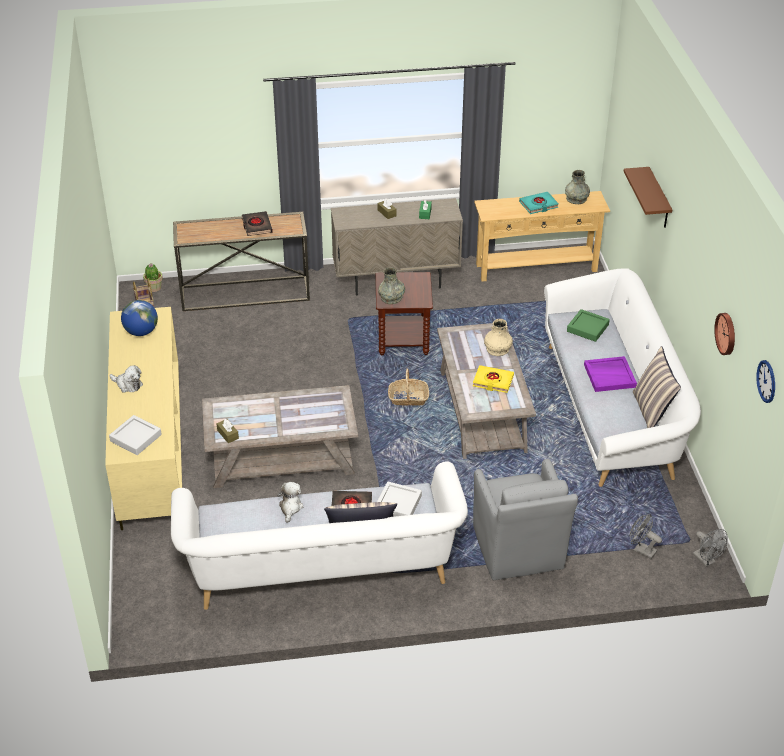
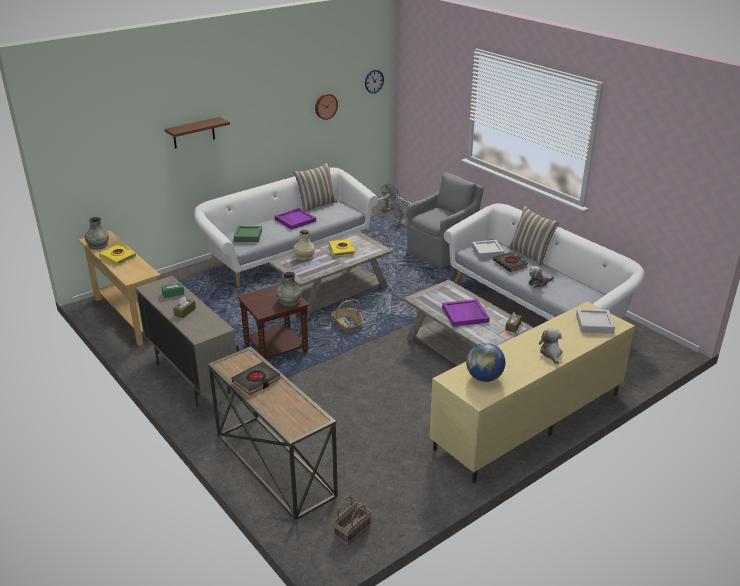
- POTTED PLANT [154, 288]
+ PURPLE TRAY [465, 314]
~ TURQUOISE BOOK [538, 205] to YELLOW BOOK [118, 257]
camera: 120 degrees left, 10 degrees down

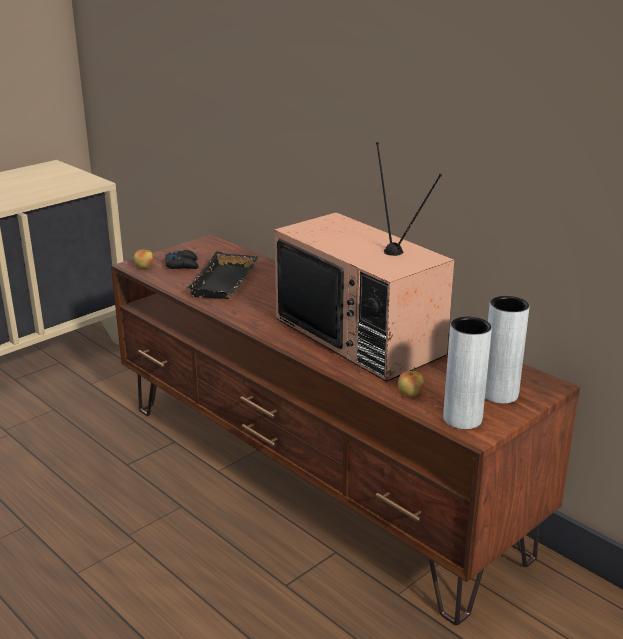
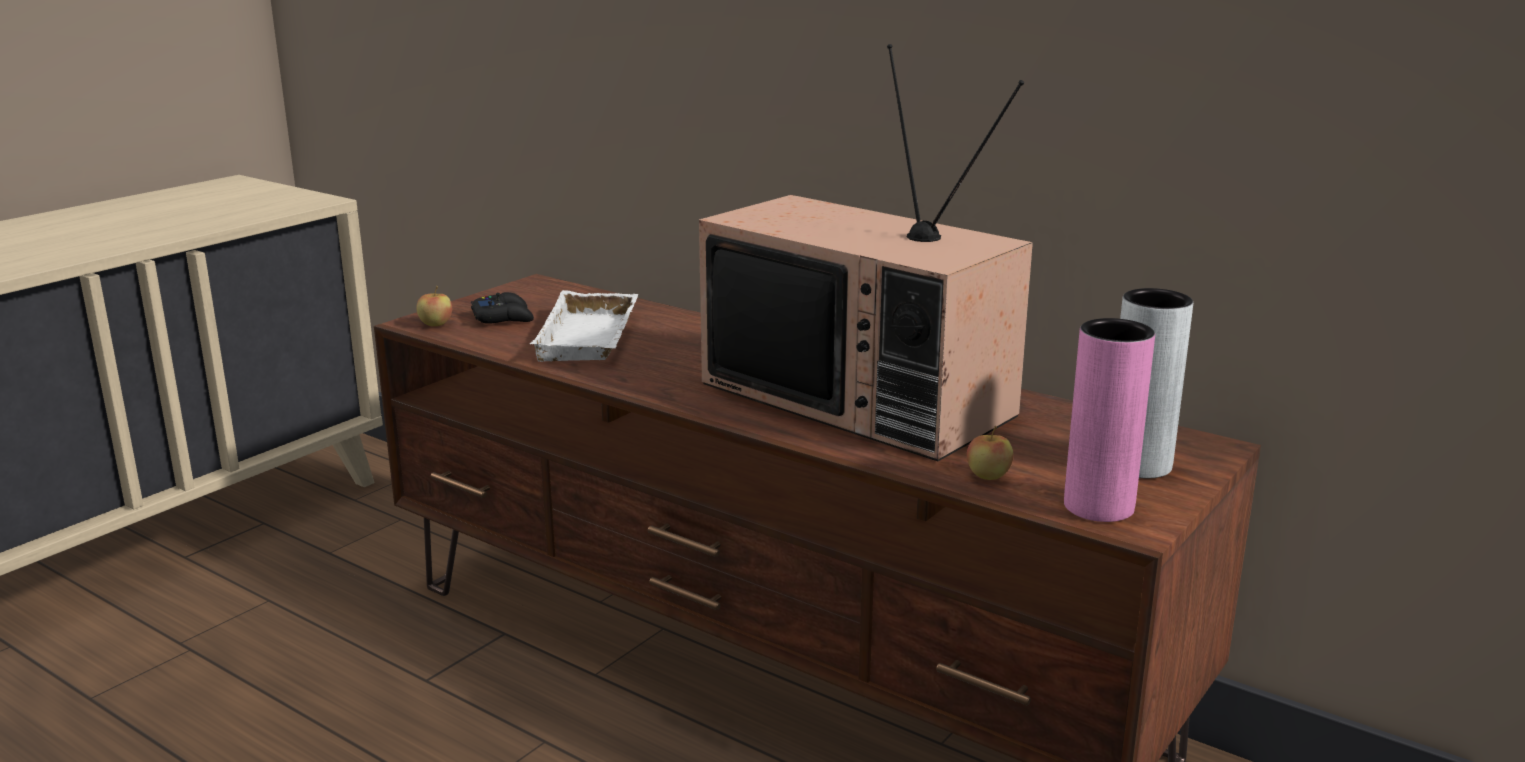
~ BLACK TRAY [226, 283] to WHITE TRAY [592, 338]
~ GREY VASE [462, 419] to PINK VASE [1098, 507]
camera: 10 degrees left, 5 degrees down

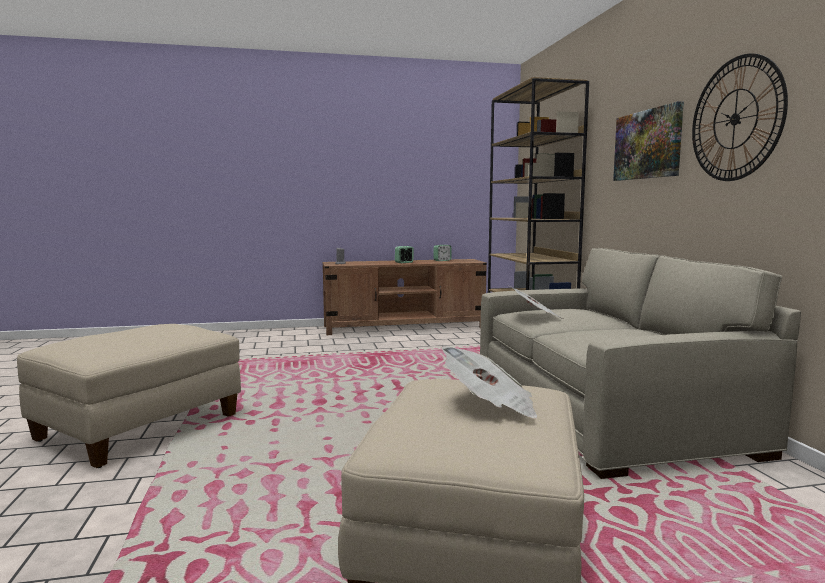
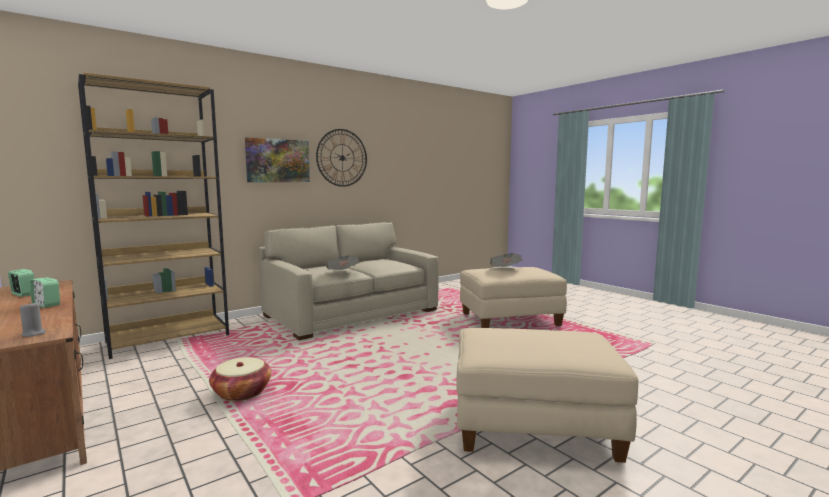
+ BASKET [242, 392]
camera: 115 degrees left, 0 degrees up

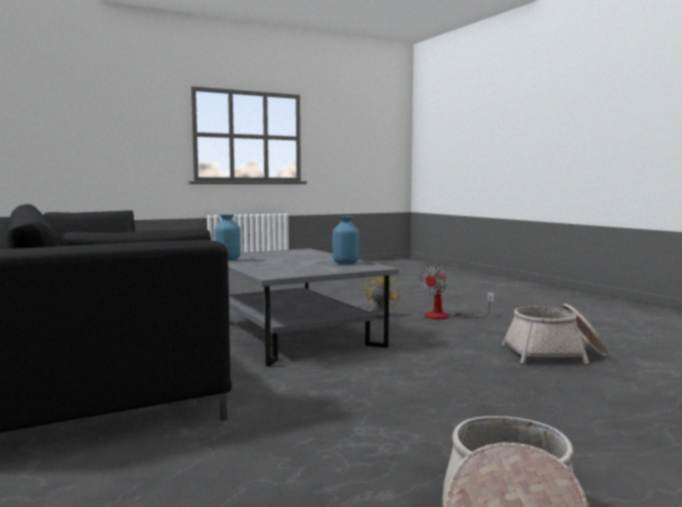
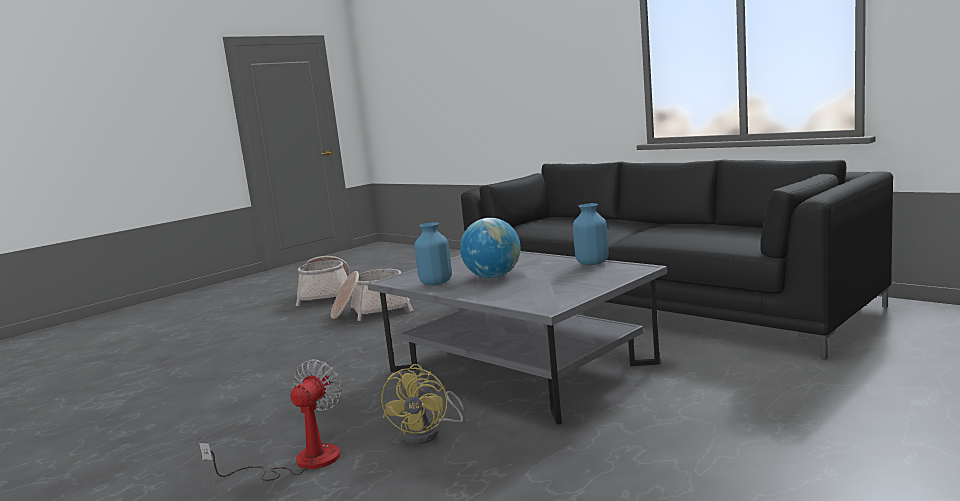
+ GLOBE [493, 277]
~ BASKET [555, 354] to [371, 311]
camera: 165 degrees right, 5 degrees up

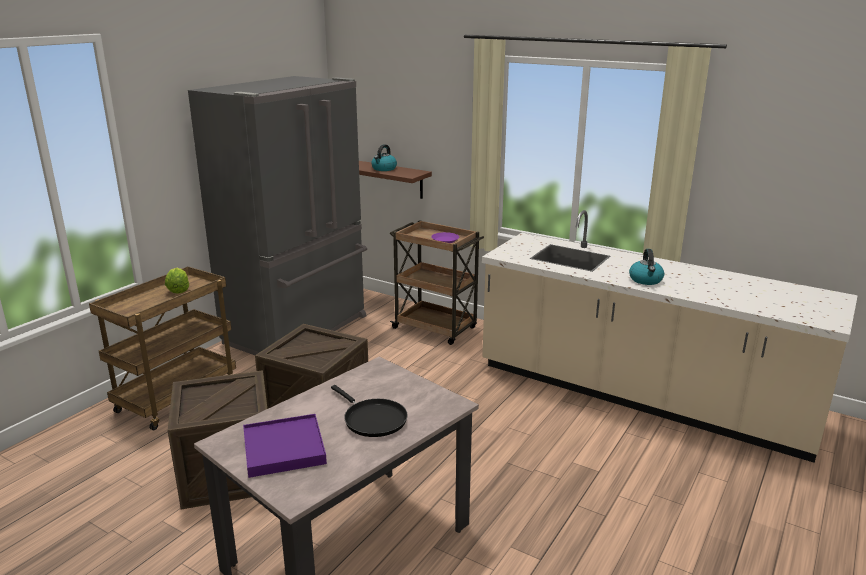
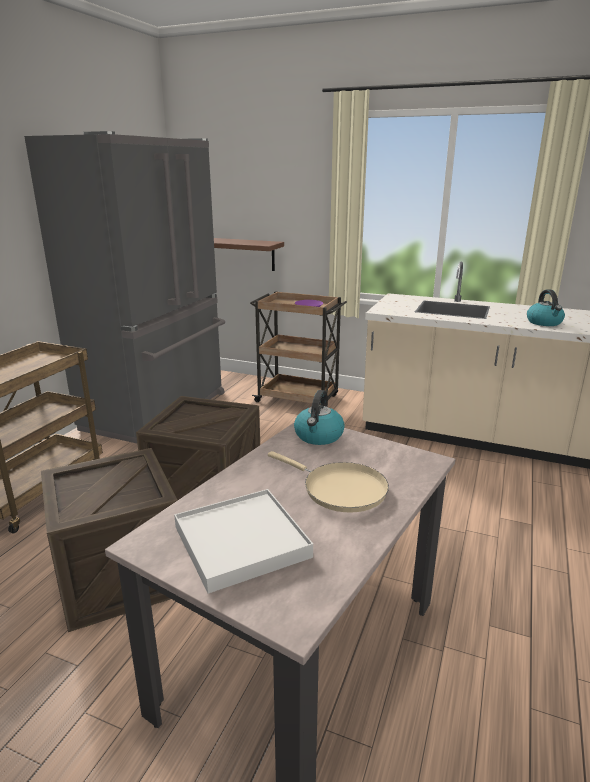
- LETTUCE [178, 290]
~ KETTLE [384, 169] to [319, 436]
~ PURPLE TRAY [284, 449] to WHITE TRAY [241, 542]
~ BLACK FRYING PAN [372, 419] to BEIGE FRYING PAN [339, 489]
camera: 10 degrees left, 0 degrees up

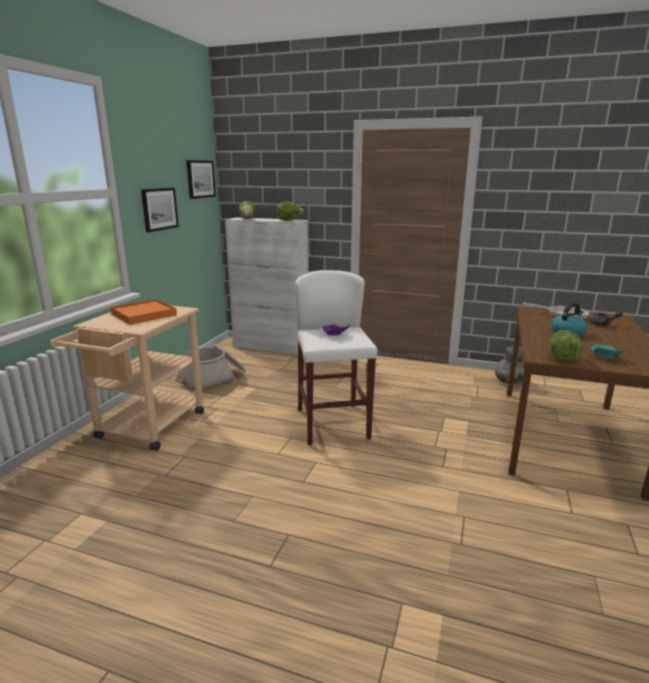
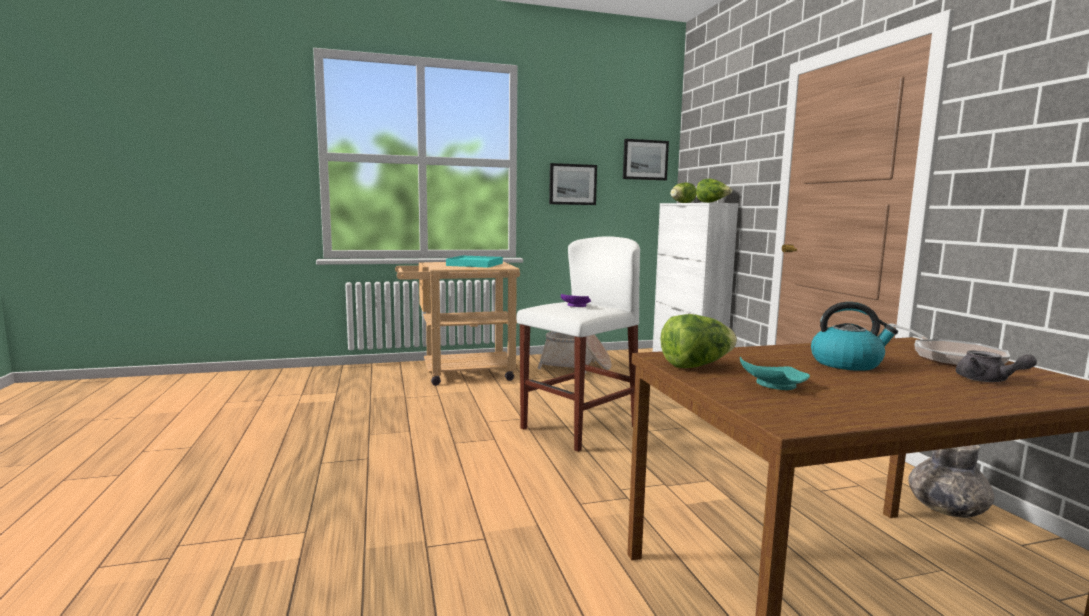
~ ORANGE TRAY [143, 314] to TURQUOISE TRAY [474, 264]
camera: 55 degrees right, 10 degrees down

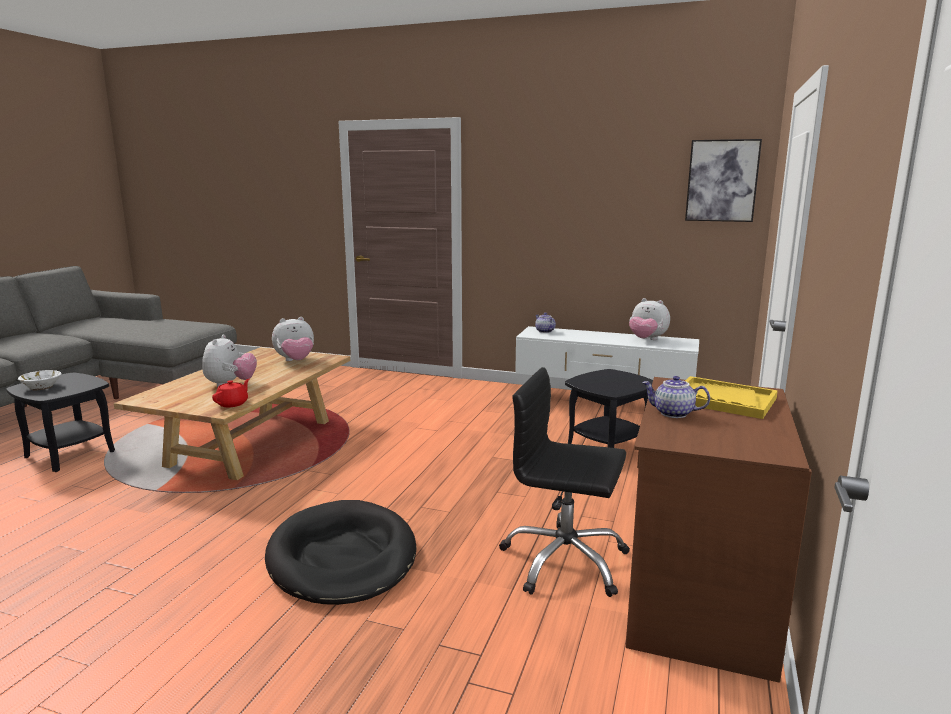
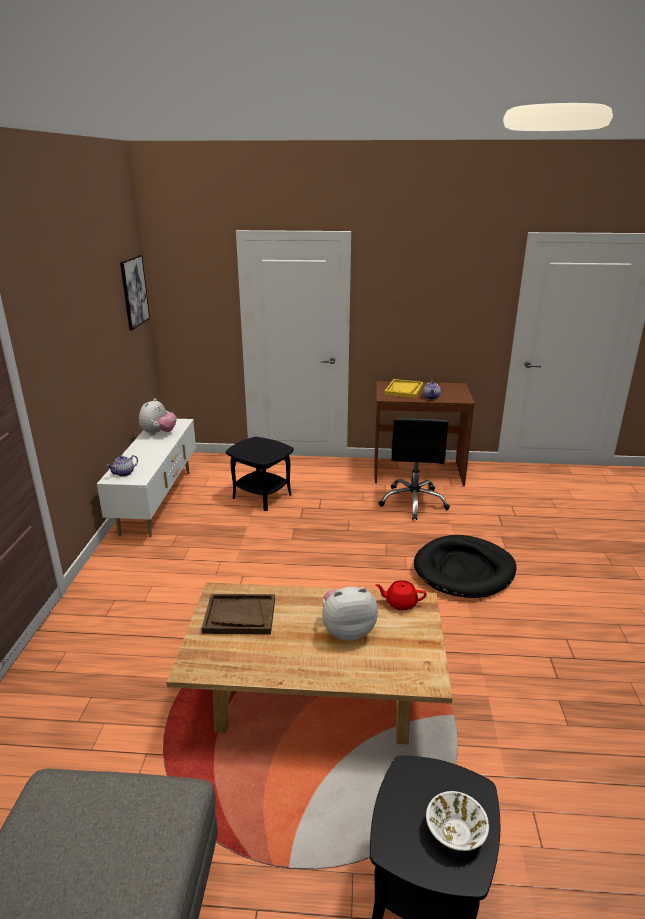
~ PLUSH TOY [295, 361] to BROWN TRAY [239, 616]
camera: 105 degrees left, 10 degrees up

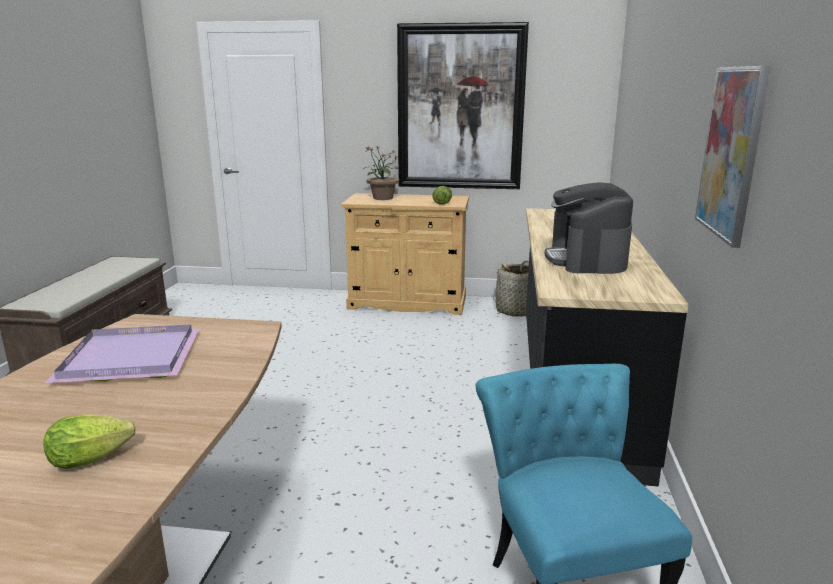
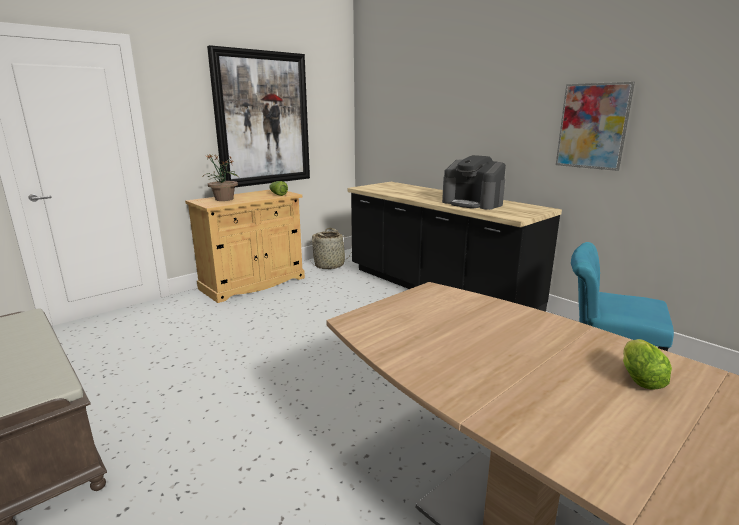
- PURPLE TRAY [128, 357]
camera: 50 degrees left, 0 degrees up

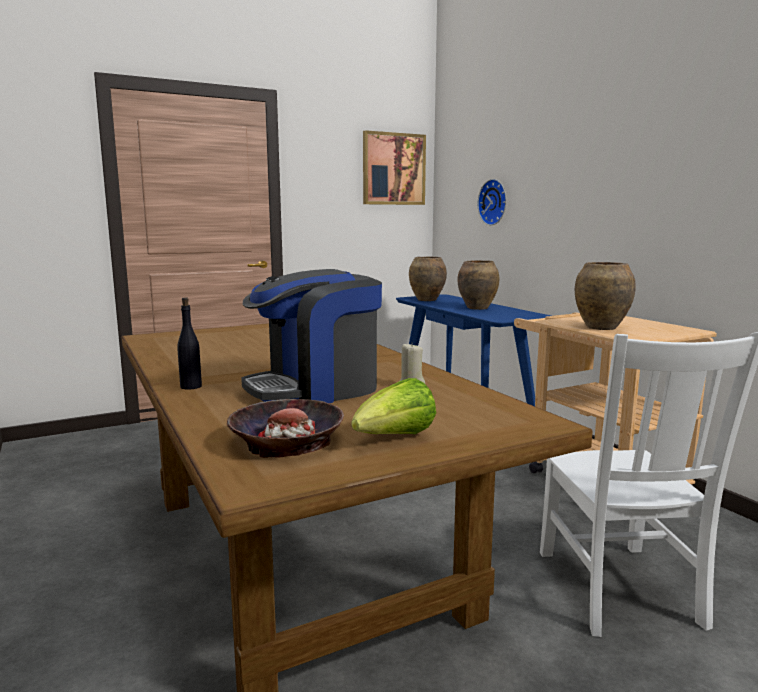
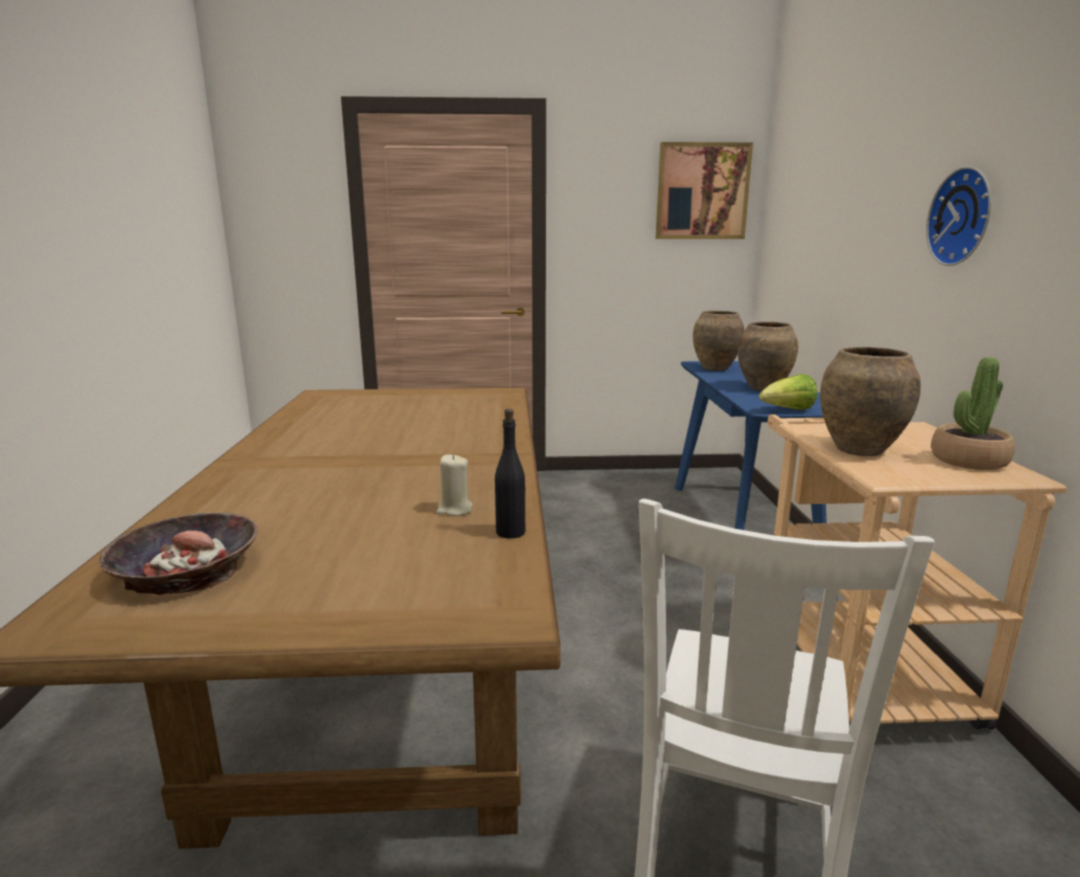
- COFFEE MACHINE [316, 388]
+ POTTED PLANT [968, 460]
~ BLACK BOTTLE [191, 386] to [511, 532]
~ LETTUCE [395, 438] to [787, 410]
~ WALL CLOCK [494, 202] to [964, 217]
camera: 25 degrees right, 5 degrees up

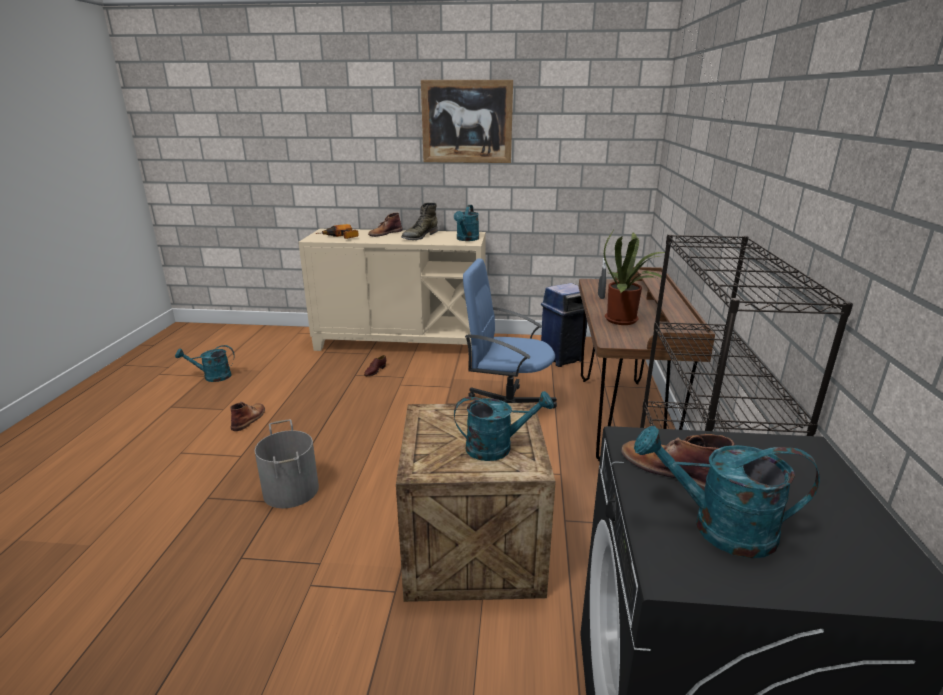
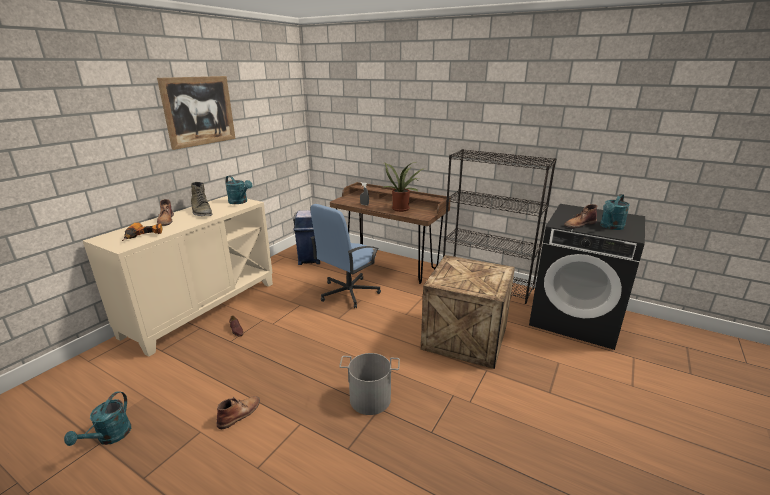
- TURQUOISE WATERING CAN [497, 447]
~ BROWN BOOT [249, 419] = [240, 413] 90 degrees clockwise
camera: 65 degrees left, 0 degrees up

